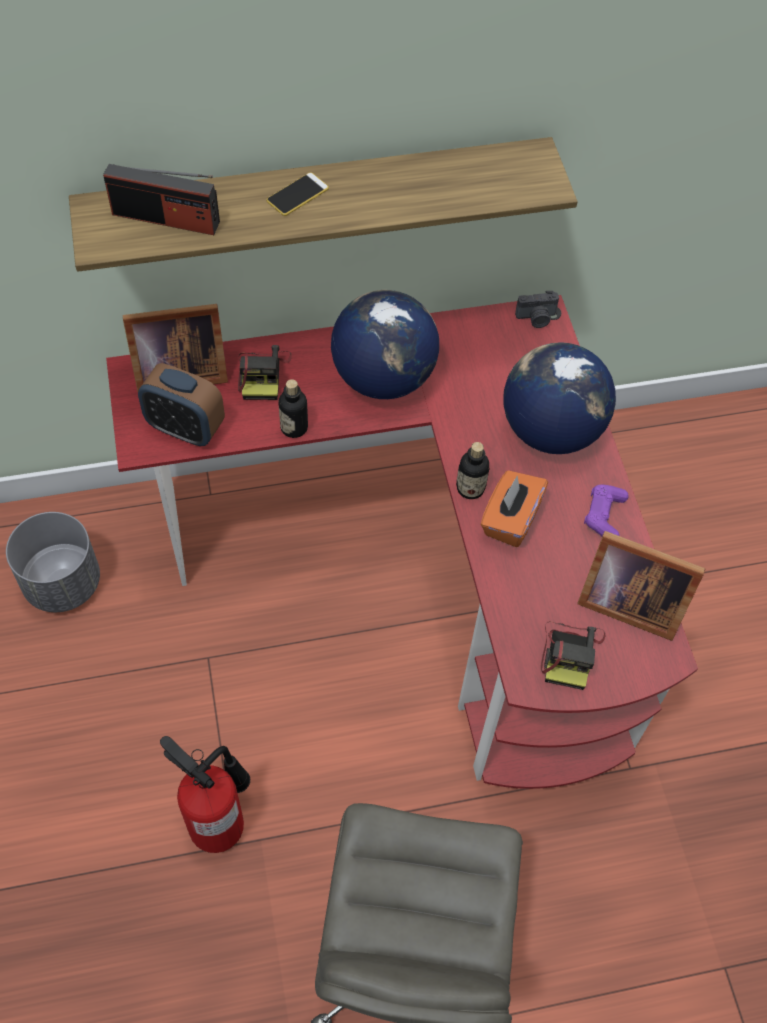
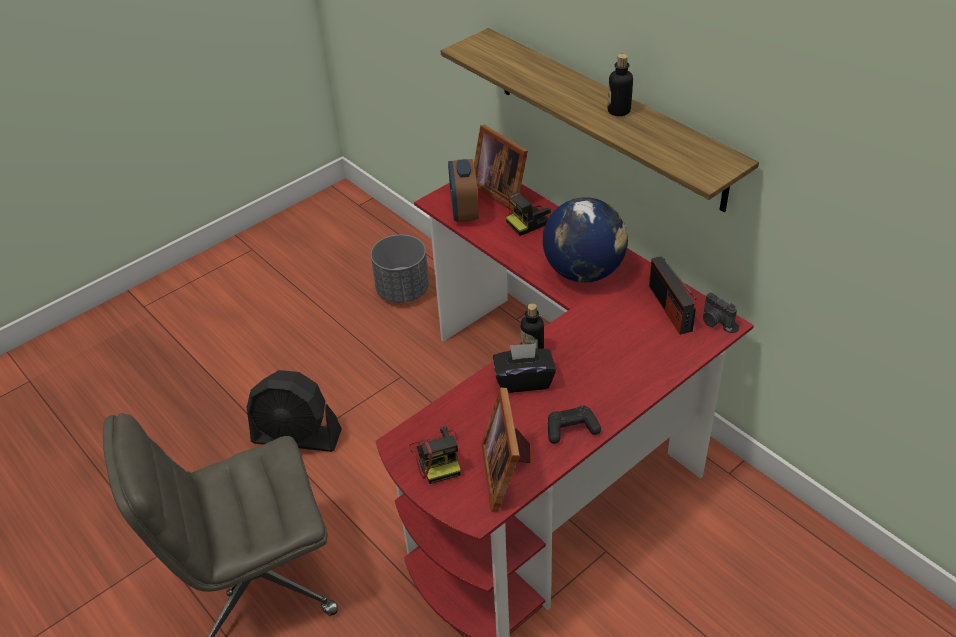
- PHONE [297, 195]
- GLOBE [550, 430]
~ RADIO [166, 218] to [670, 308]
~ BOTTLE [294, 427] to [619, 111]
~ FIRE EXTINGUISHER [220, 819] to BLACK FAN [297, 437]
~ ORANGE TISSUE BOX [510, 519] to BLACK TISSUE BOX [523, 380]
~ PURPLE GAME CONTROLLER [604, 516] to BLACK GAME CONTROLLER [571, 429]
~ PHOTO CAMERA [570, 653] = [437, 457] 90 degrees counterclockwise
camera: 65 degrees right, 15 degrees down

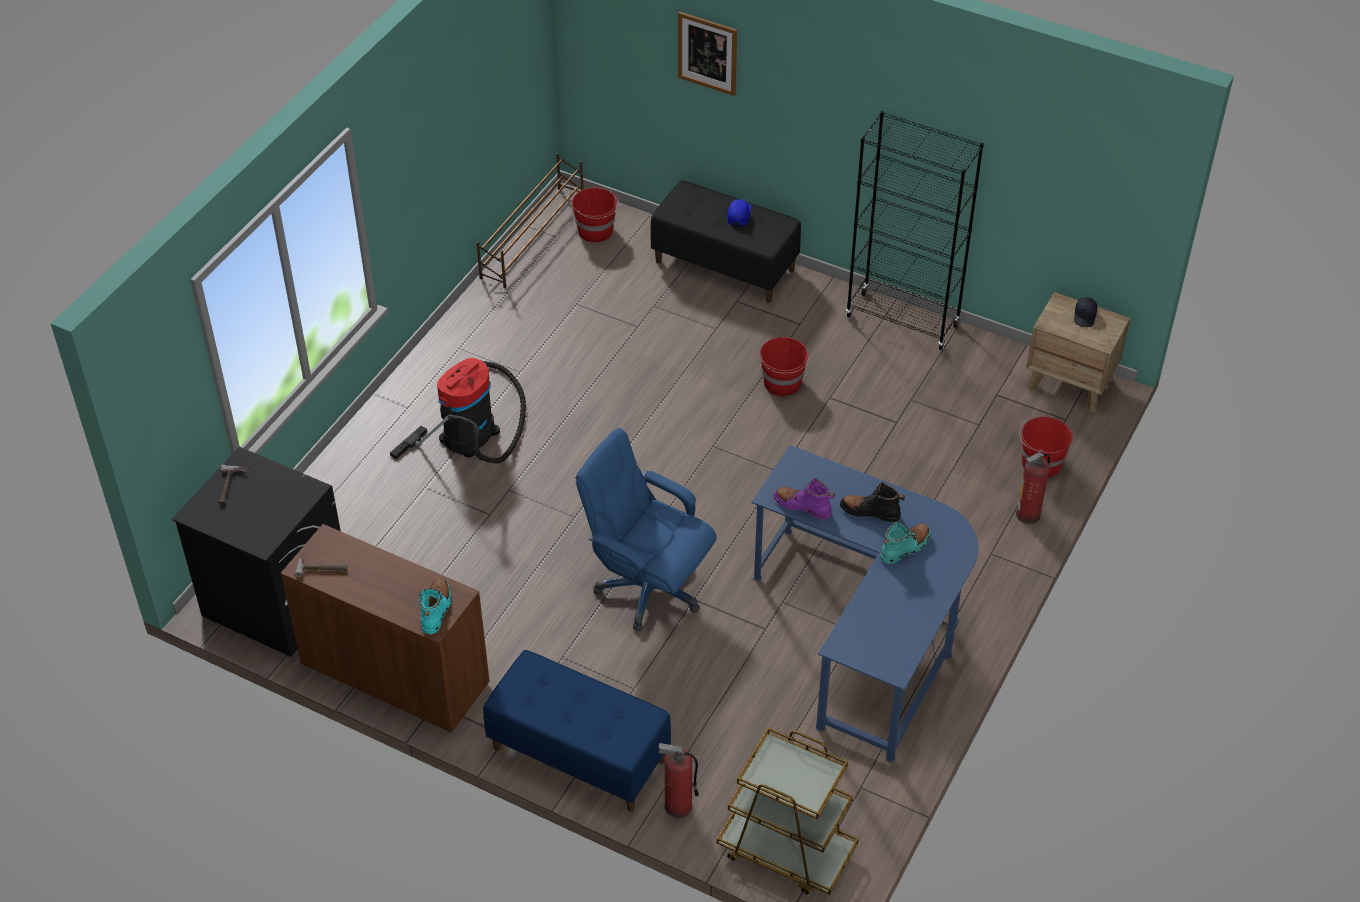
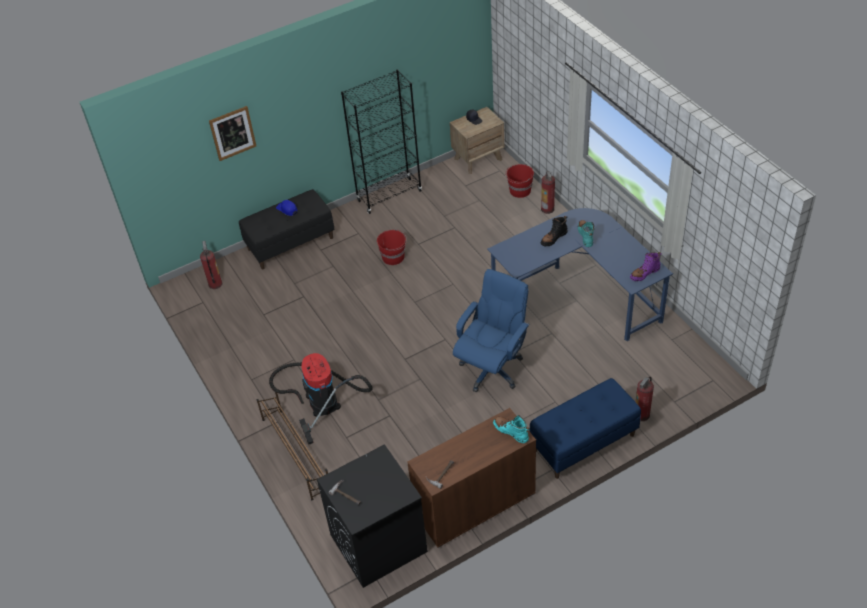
- BROWN CART [786, 850]
~ BROWN SHOE RACK [533, 236] to [296, 453]
~ PURPLE BOOT [802, 506] to [644, 273]
~ RED BUCKET [596, 231] to FIRE EXTINGUISHER [215, 284]
~ BLUE OFFICE CHAIR [648, 588] = [492, 368] 150 degrees clockwise
camera: 55 degrees left, 0 degrees up

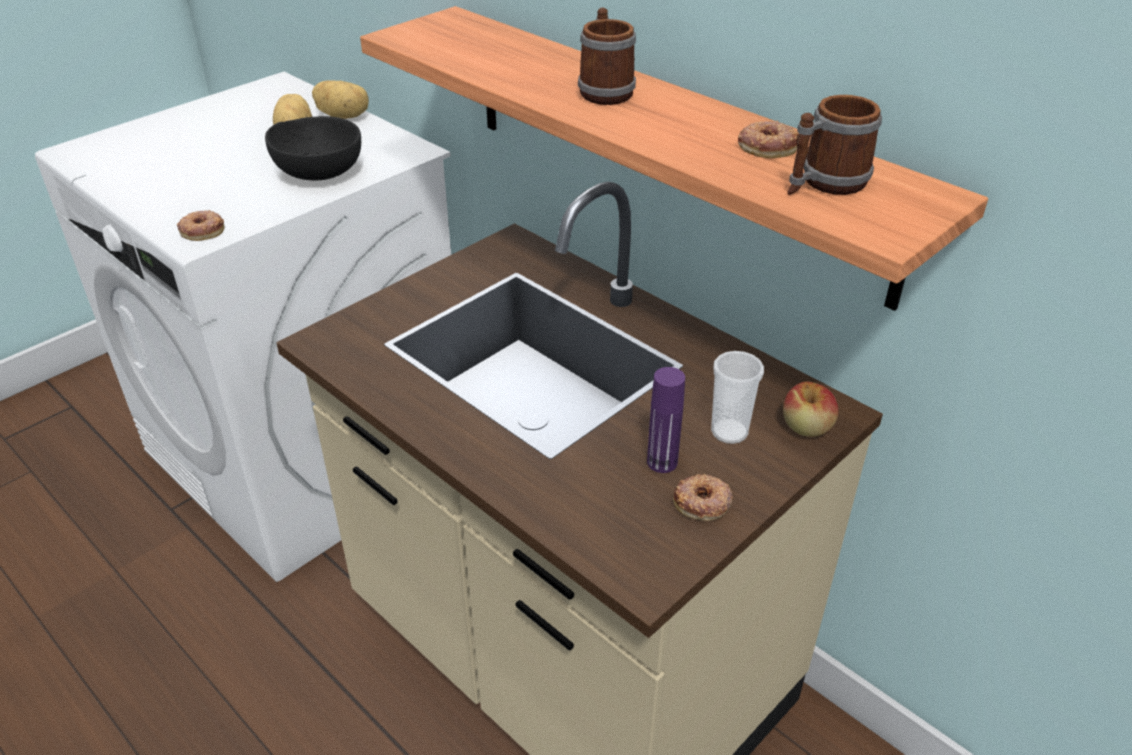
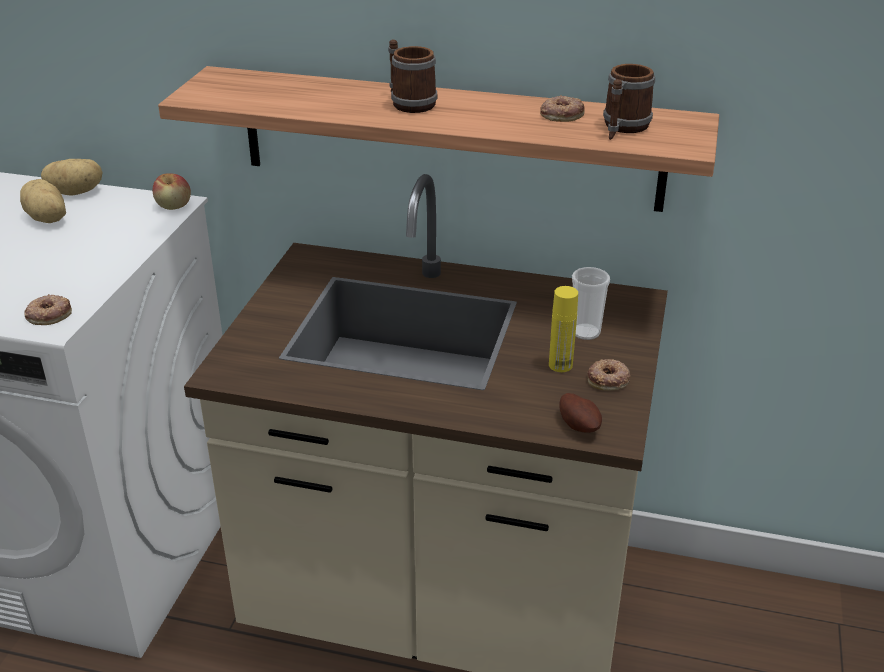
- BLACK BOWL [318, 173]
+ POTATO [580, 425]
~ APPLE [806, 427] to [174, 206]
~ PURPLE BOTTLE [662, 462] to YELLOW BOTTLE [560, 365]
camera: 30 degrees left, 5 degrees down

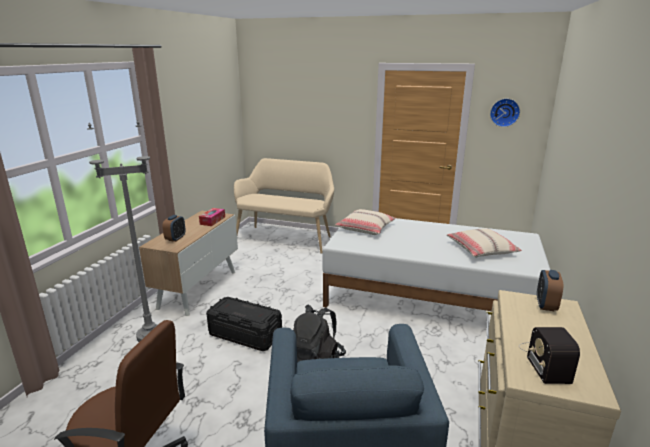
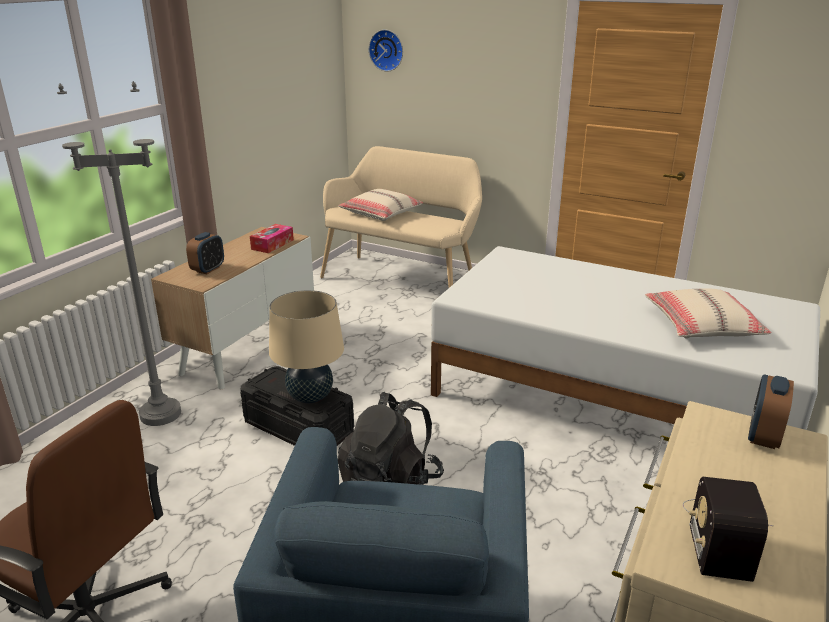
+ BEIGE TABLE LAMP [310, 397]
~ BEIGE PILLOW [365, 228] to [381, 213]
~ WALL CLOCK [504, 112] to [387, 50]
camera: 10 degrees right, 5 degrees up

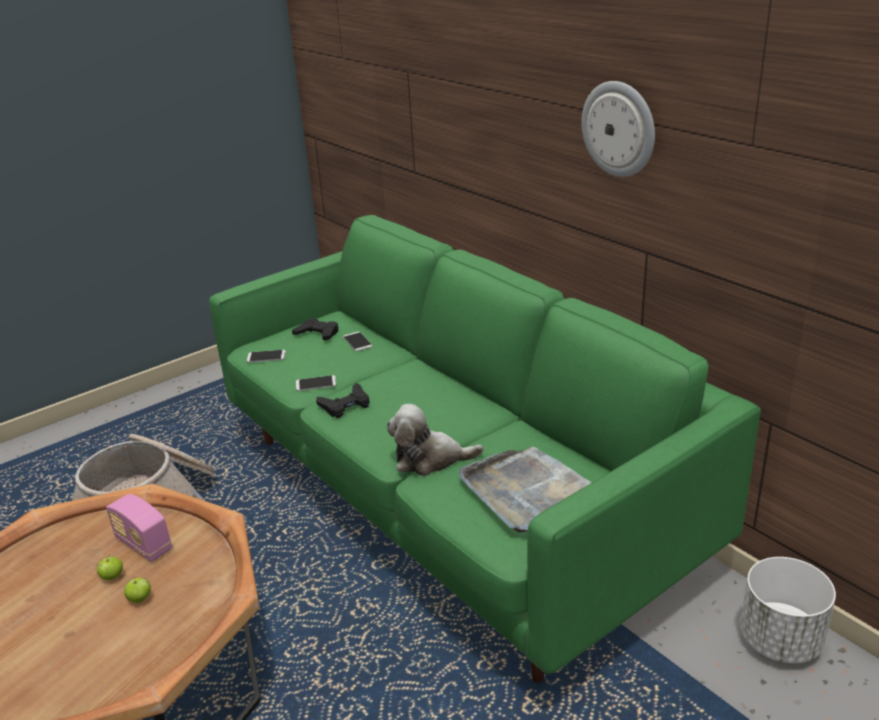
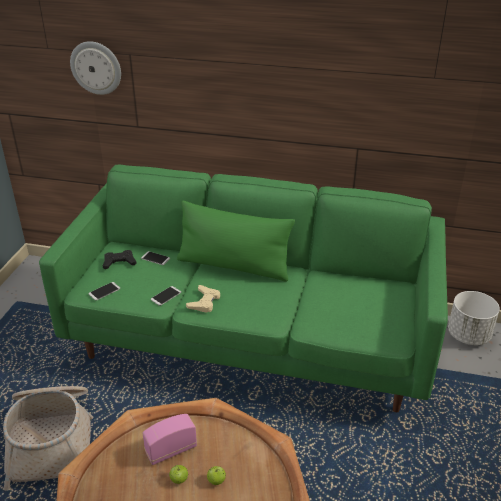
- PLUSH TOY [430, 459]
- GREY TRAY [530, 492]
+ GREEN PILLOW [233, 266]
~ WALL CLOCK [619, 129] to [96, 67]
~ BLACK GAME CONTROLLER [345, 405] to BEIGE GAME CONTROLLER [204, 302]
~ RADIO [143, 544] = [171, 450] 150 degrees clockwise
camera: 40 degrees left, 5 degrees up

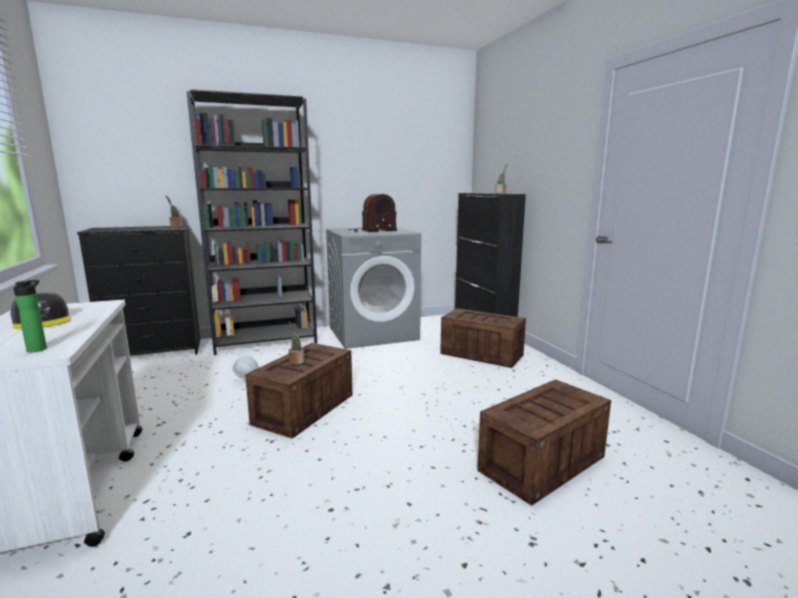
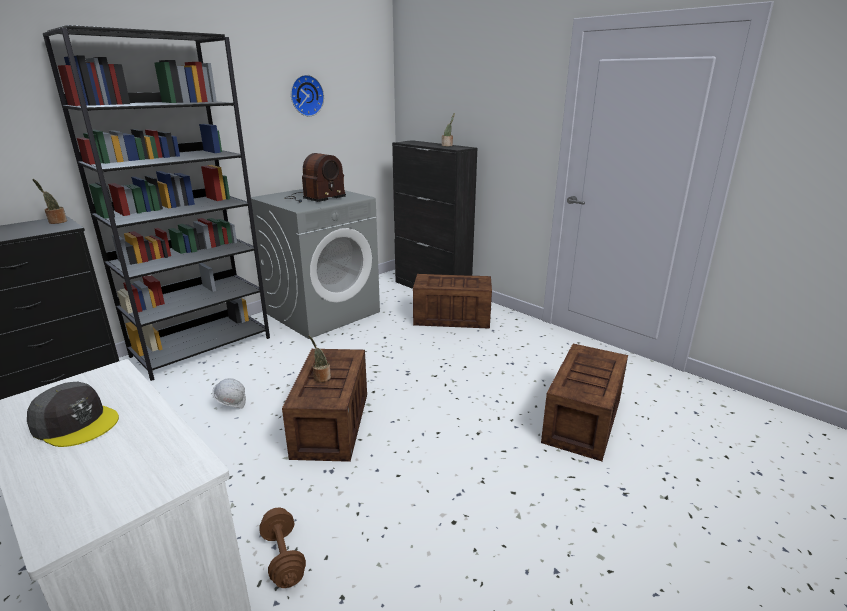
- BOTTLE [38, 348]
+ BROWN DUMBBELL [283, 558]
+ WALL CLOCK [305, 95]
camera: 25 degrees left, 10 degrees up

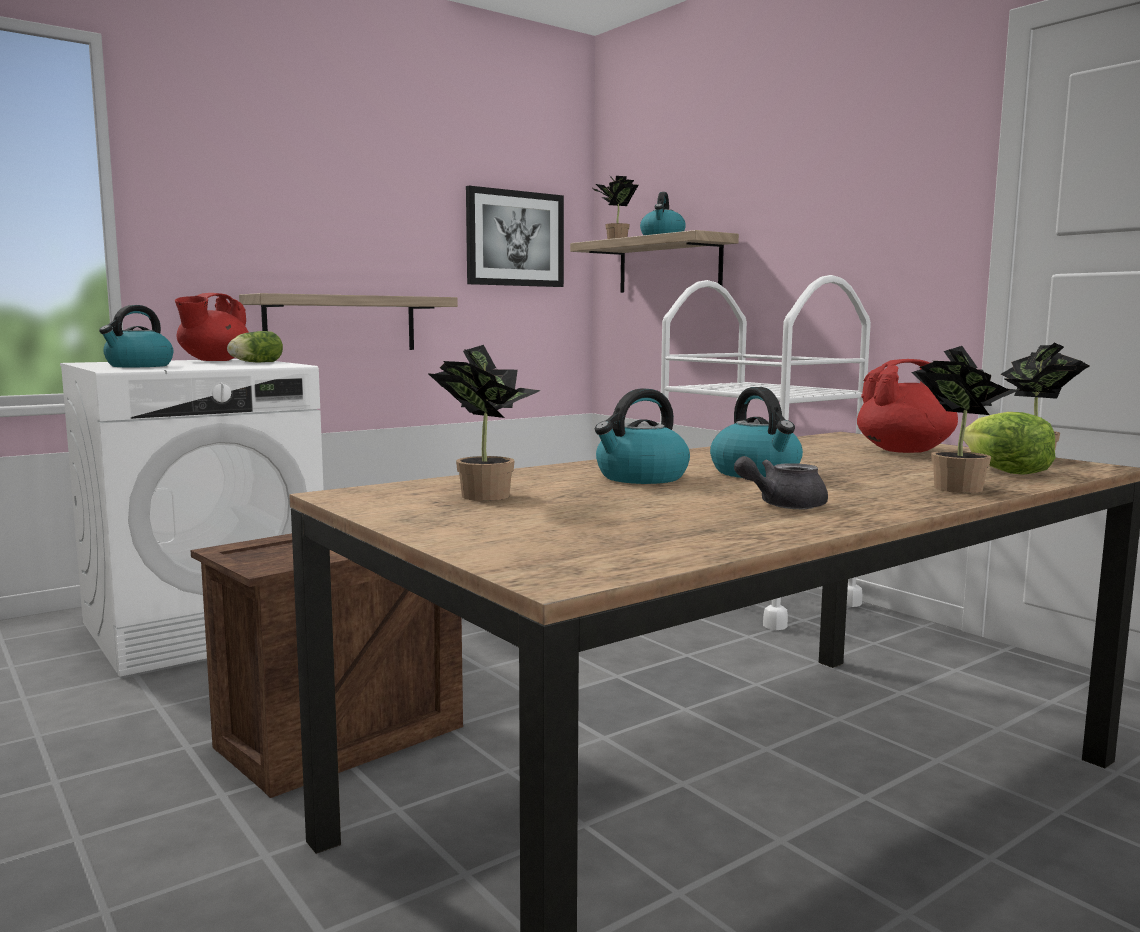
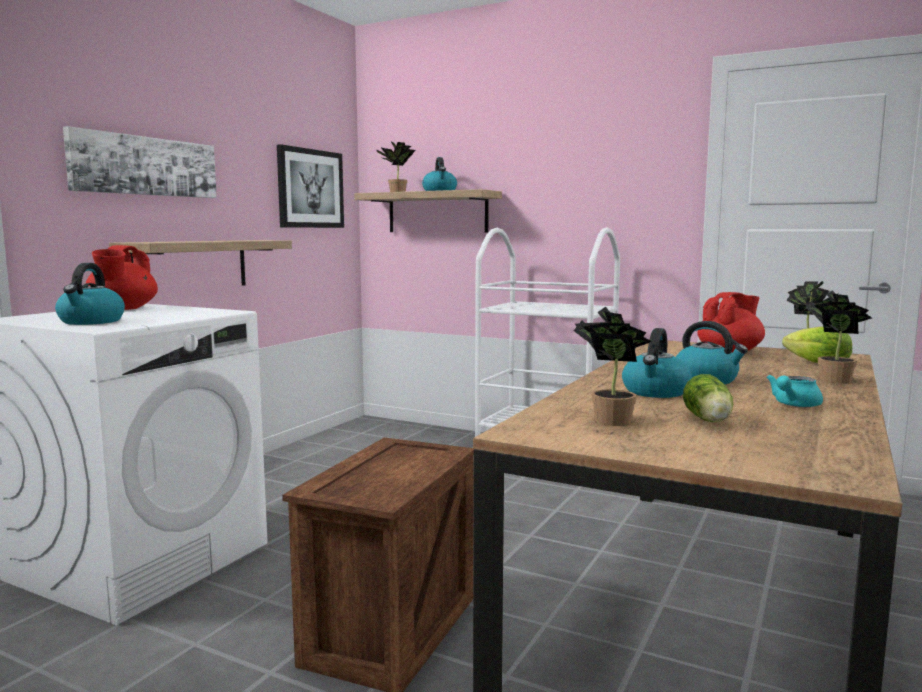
+ PICTURE [145, 166]
~ LETTUCE [254, 362] to [708, 421]
~ GREY TEAPOT [782, 505] to TURQUOISE TEAPOT [793, 405]
camera: 25 degrees left, 0 degrees up

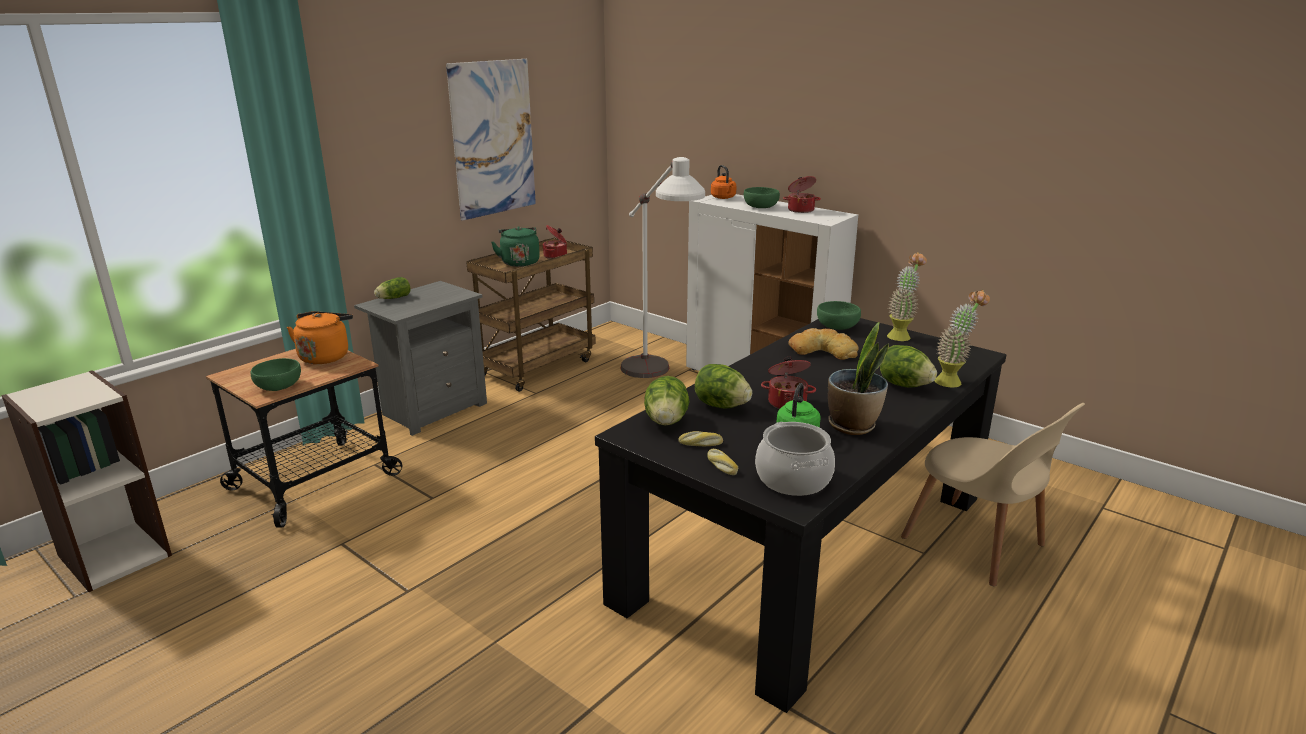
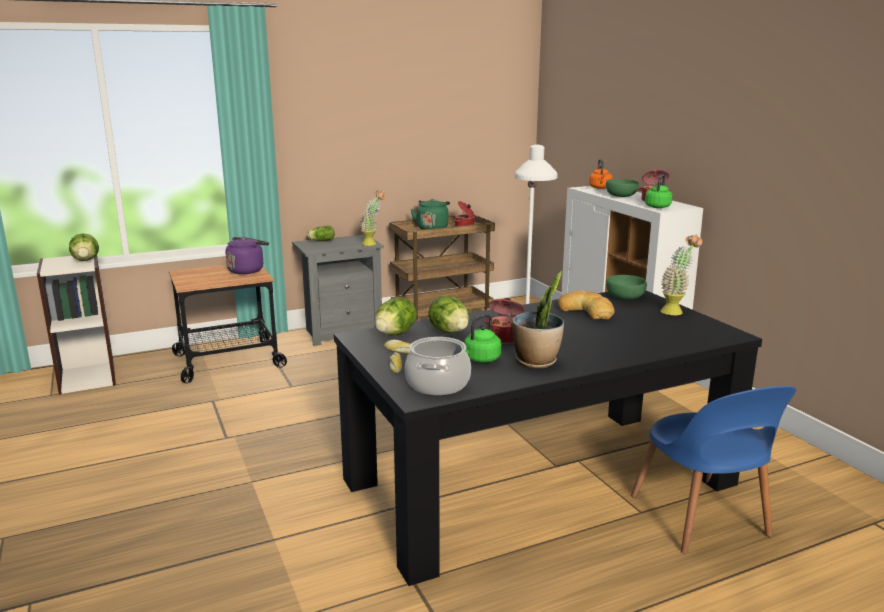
- GREEN BOWL [279, 386]
- PICTURE [493, 139]
+ GREEN KETTLE [658, 206]
~ LETTUCE [904, 385] to [86, 260]
~ POTTED PLANT [953, 381] to [373, 244]
~ ORANGE KETTLE [325, 356] to PURPLE KETTLE [247, 270]
~ BEIGE CHAIR [977, 545] to BLUE CHAIR [701, 519]
camera: 25 degrees right, 5 degrees down

